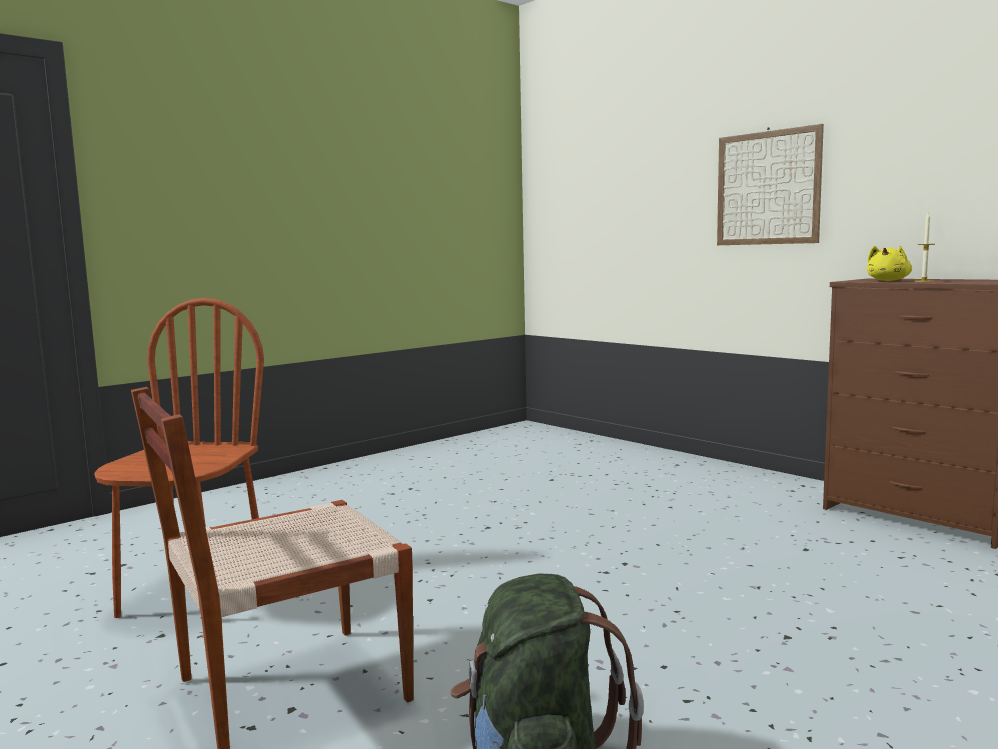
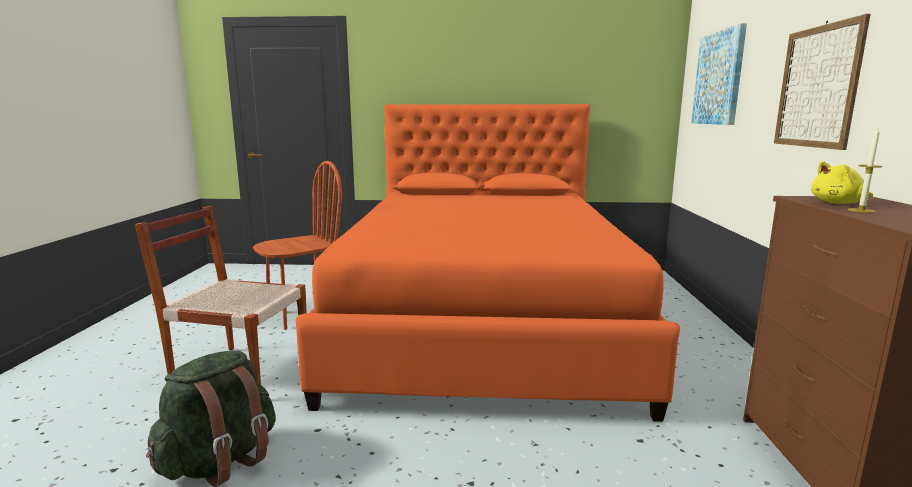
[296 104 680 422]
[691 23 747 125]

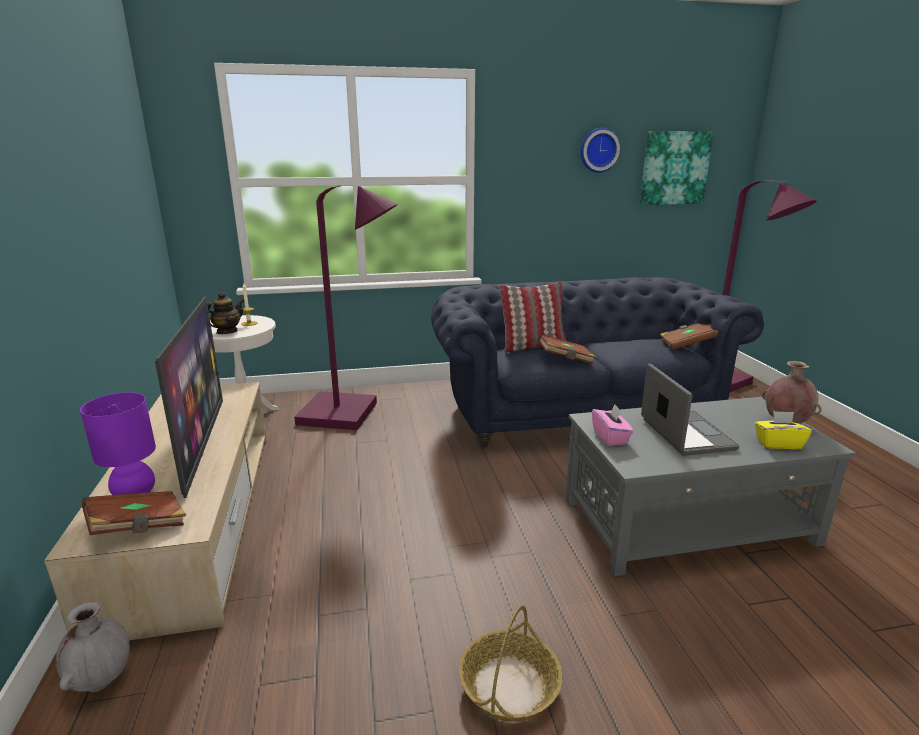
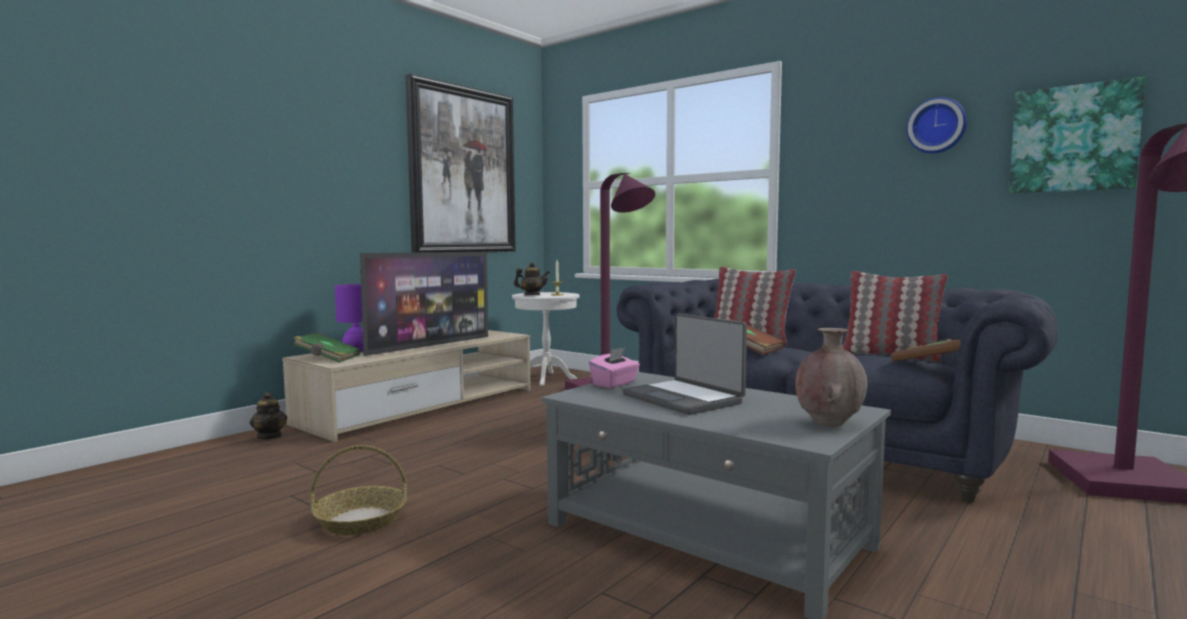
[250 392 287 439]
[293 333 361 363]
[406 74 516 252]
[622 313 747 415]
[843 271 948 362]
[755 411 812 449] (first image)

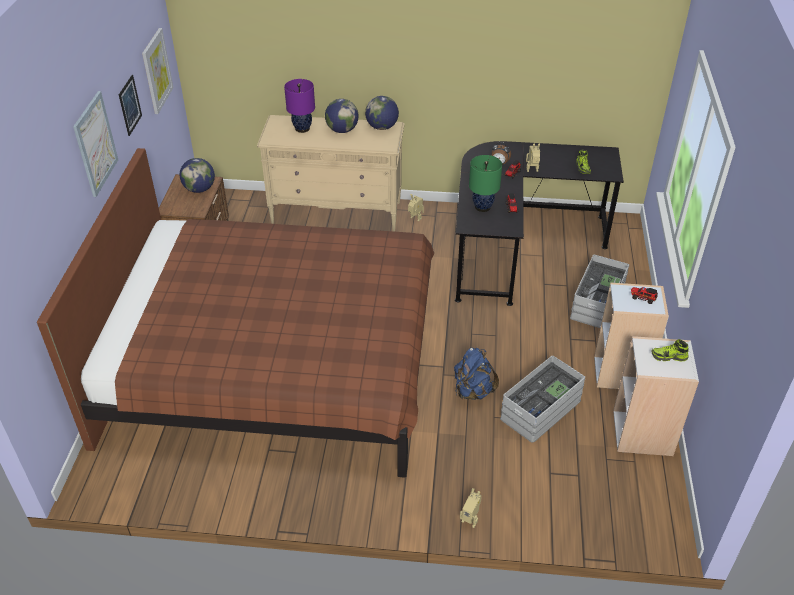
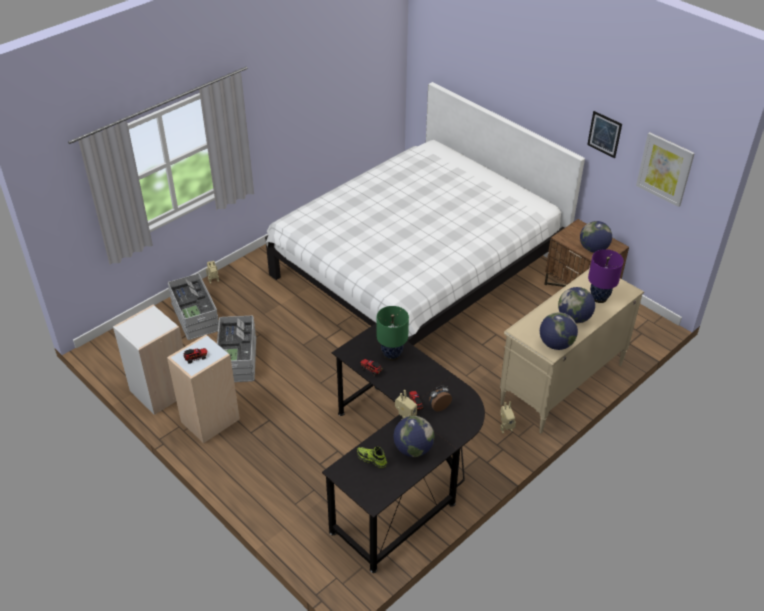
[168 274 219 340]
[265 82 585 345]
[394 416 434 457]
[73 91 118 197] (first image)
[454 348 499 400] (first image)
[651 339 689 361] (first image)

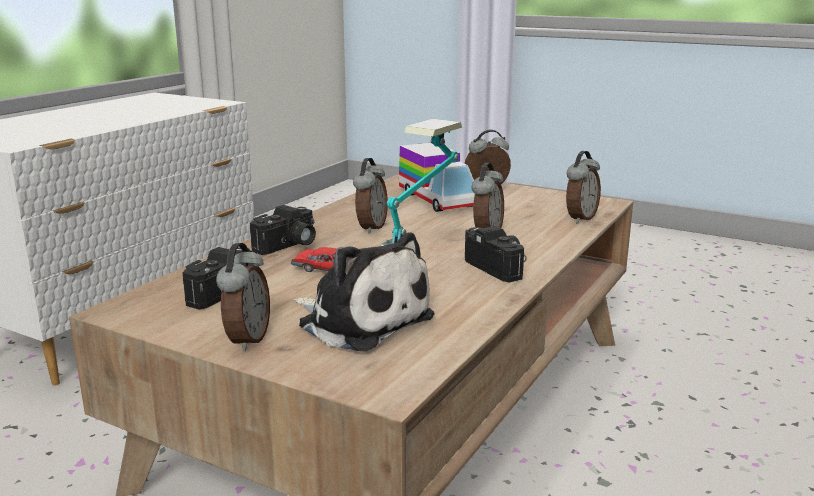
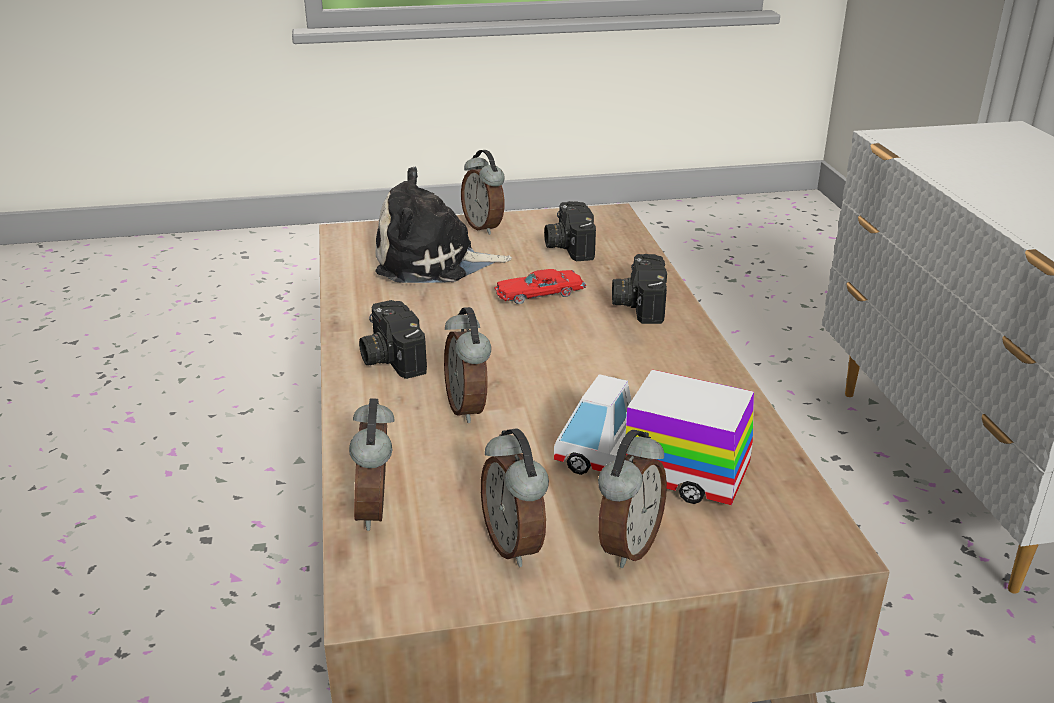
[359 300 427 379]
[481 429 549 567]
[380 119 462 246] (first image)

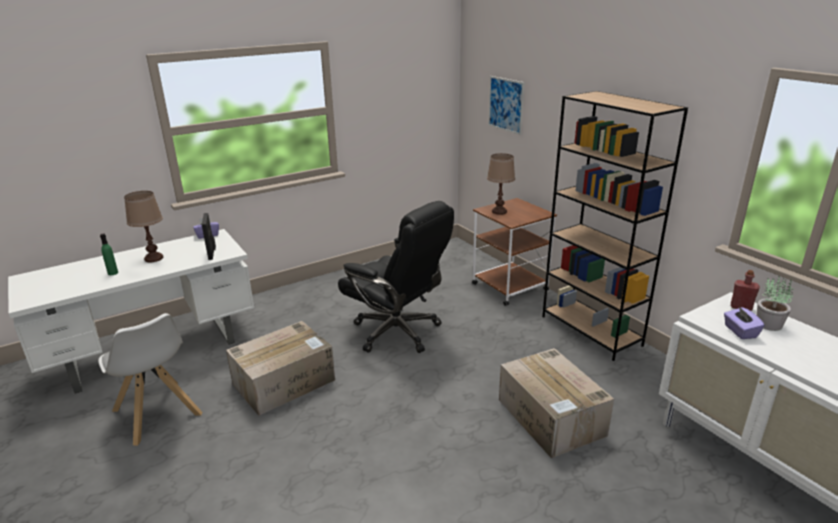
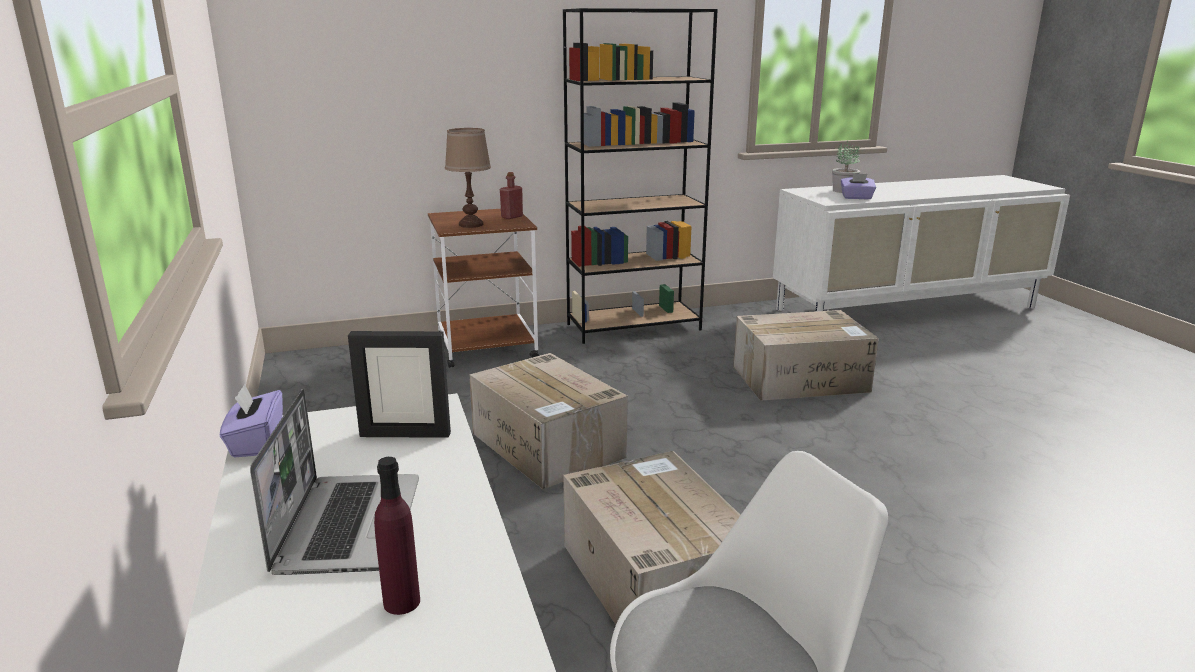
[250 389 419 575]
[374 457 420 615]
[469 353 628 489]
[500 172 523 219]
[488 76 525 135] (first image)

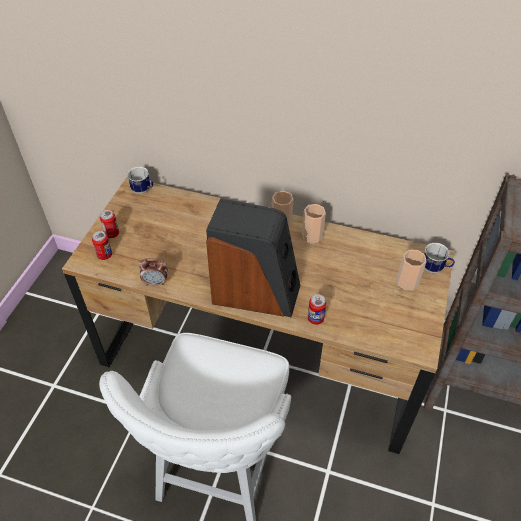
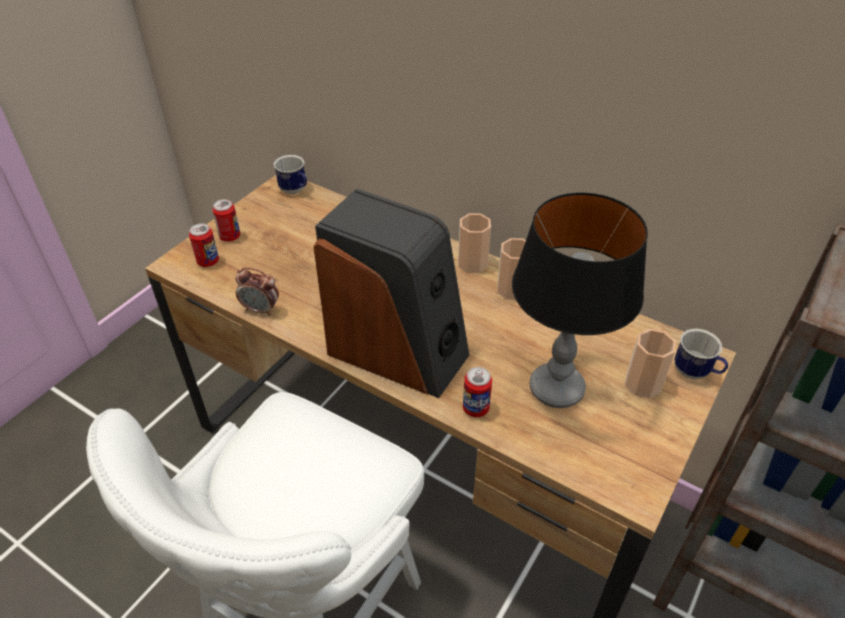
[512 193 648 408]

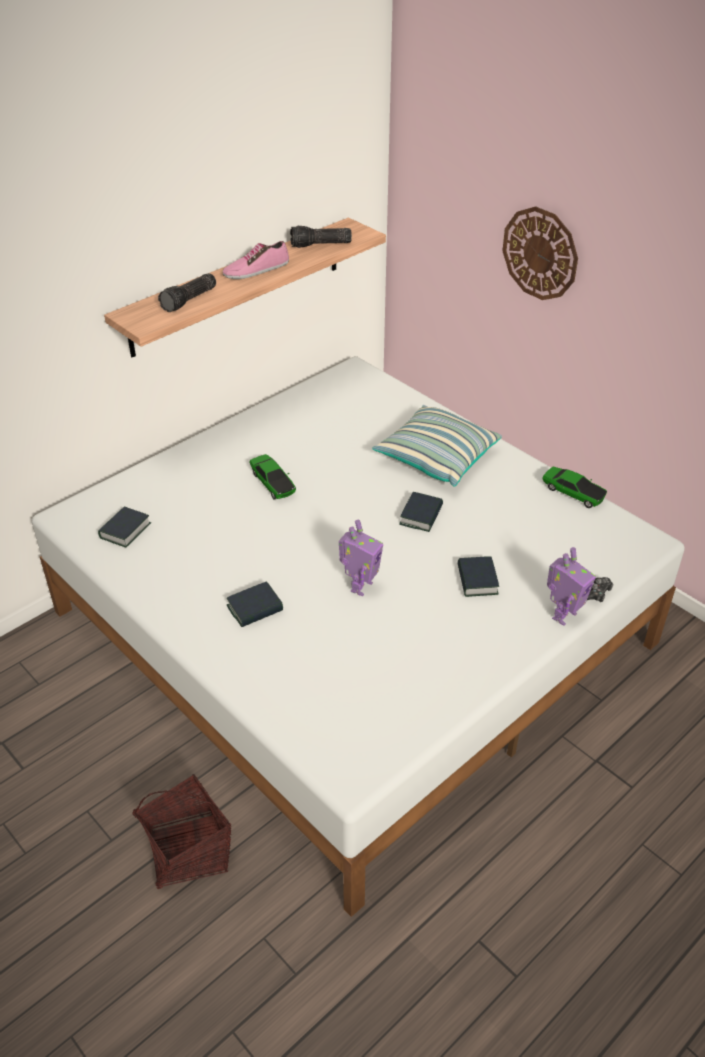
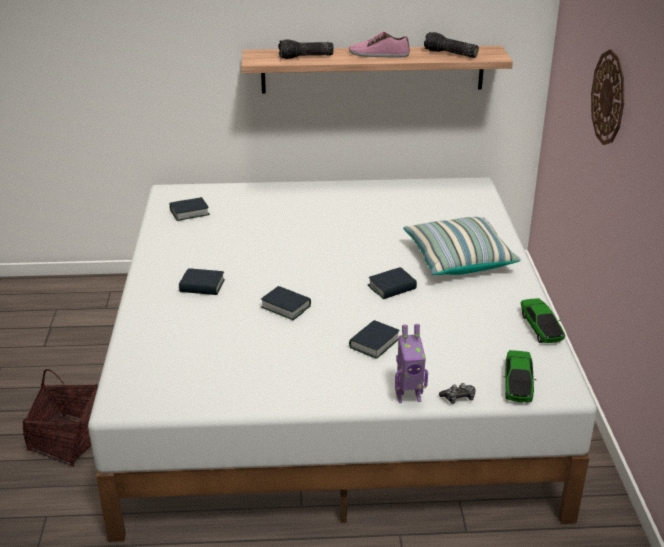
[261 286 311 320]
[504 350 537 402]

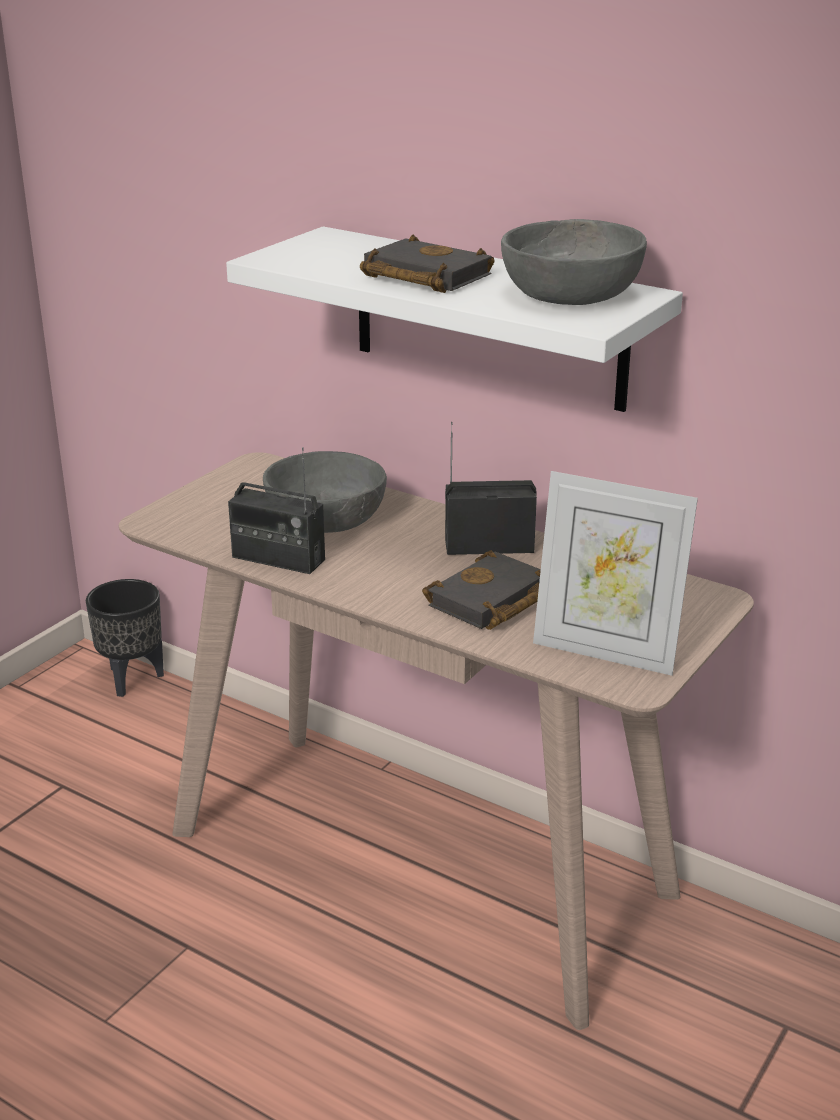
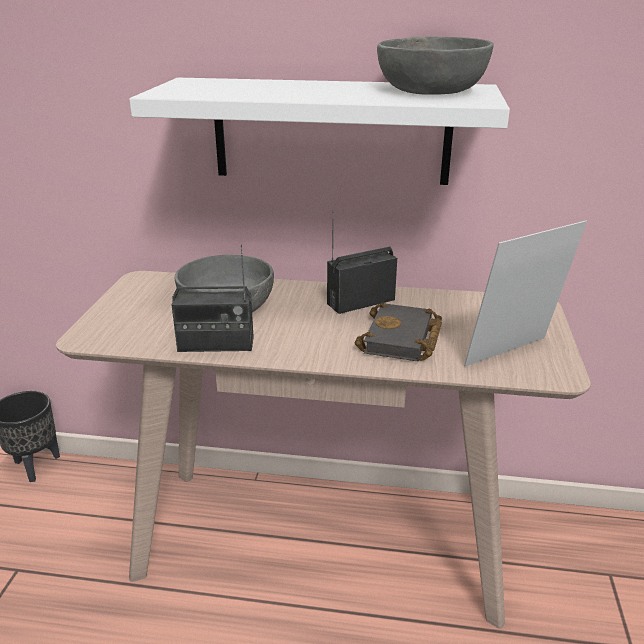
[464 220 587 367]
[360 235 494 293] (first image)

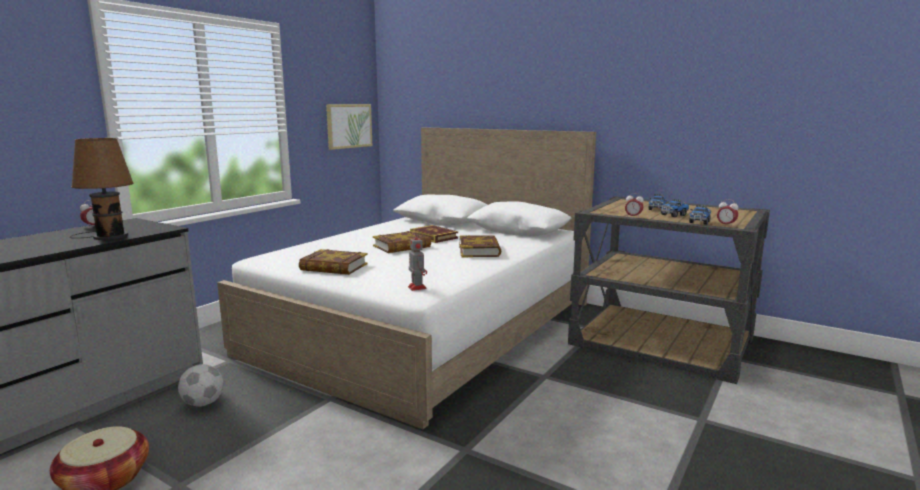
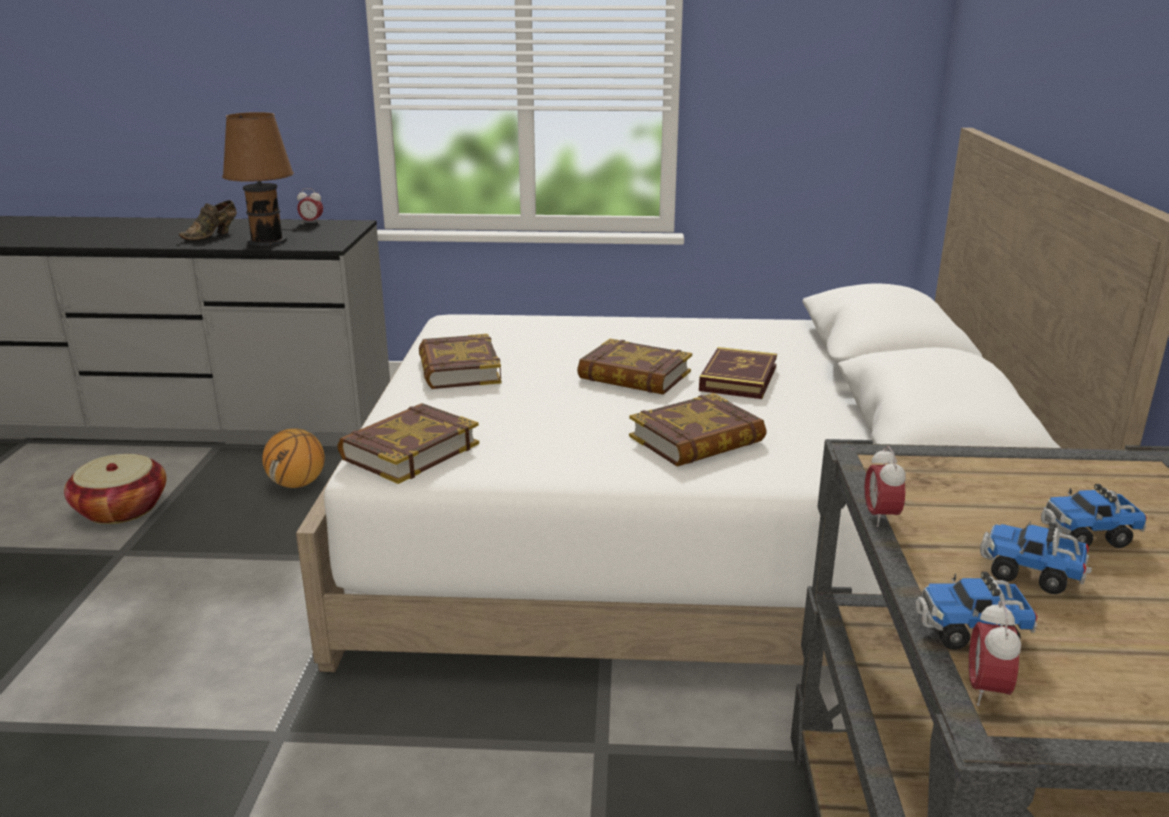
[179 200 237 240]
[262 428 325 488]
[337 403 479 484]
[326 104 372 150] (first image)

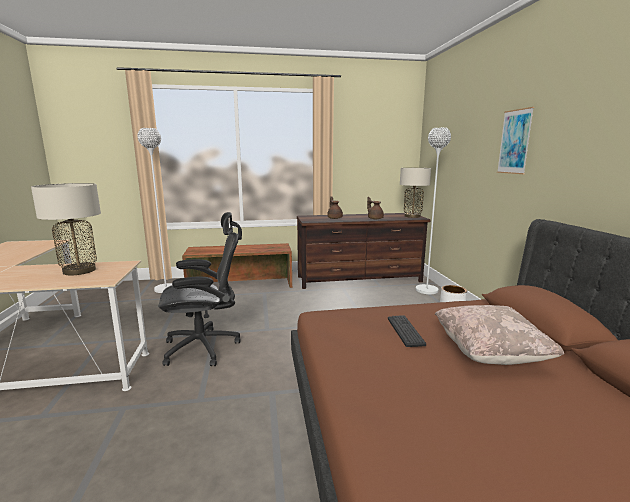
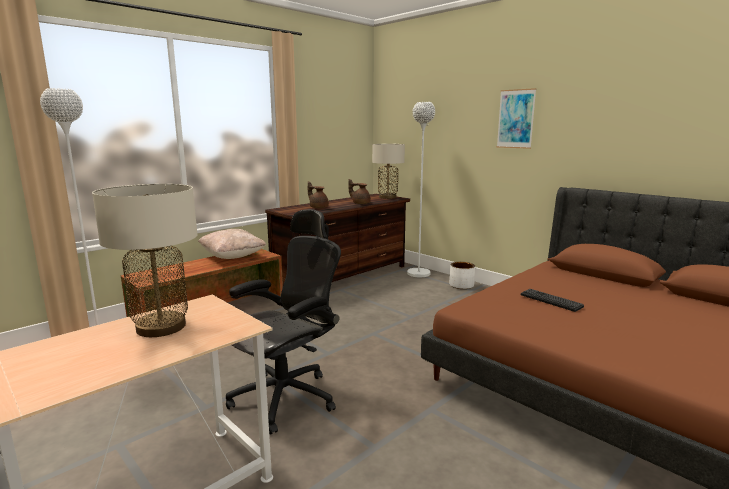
[198 229 266 259]

